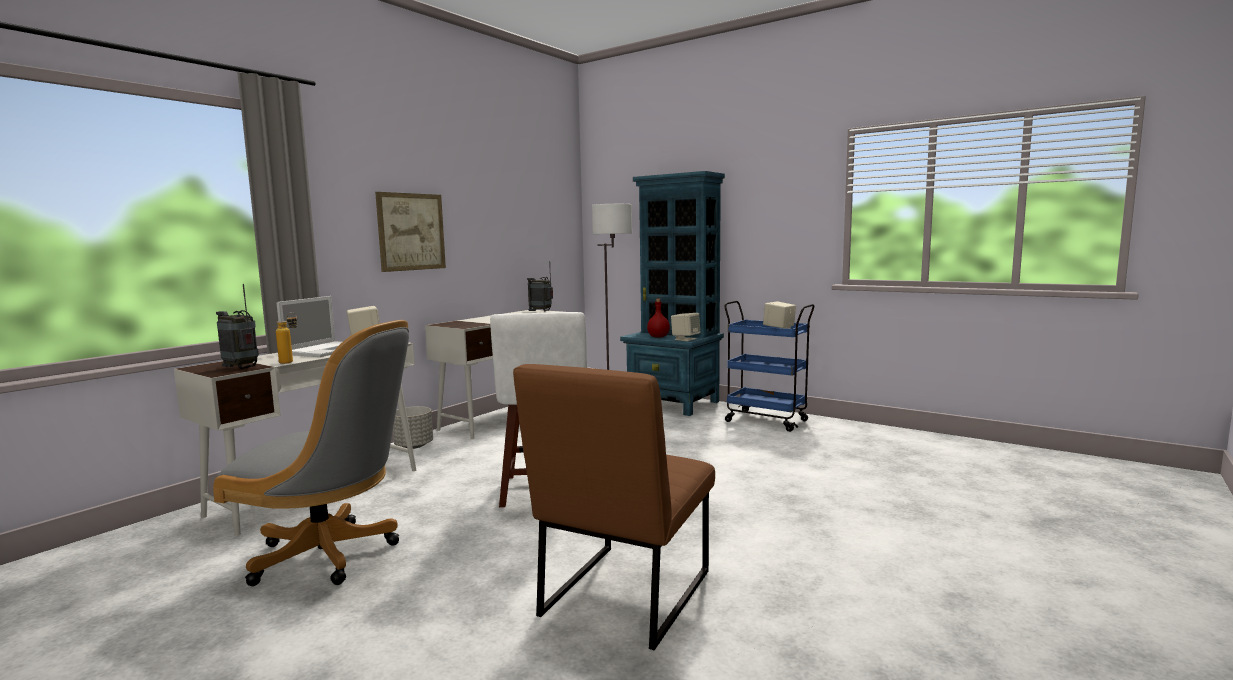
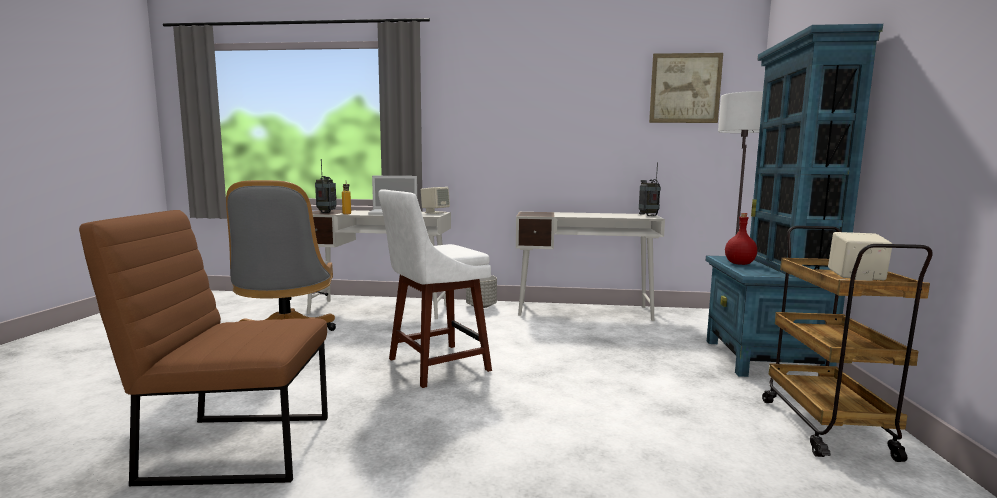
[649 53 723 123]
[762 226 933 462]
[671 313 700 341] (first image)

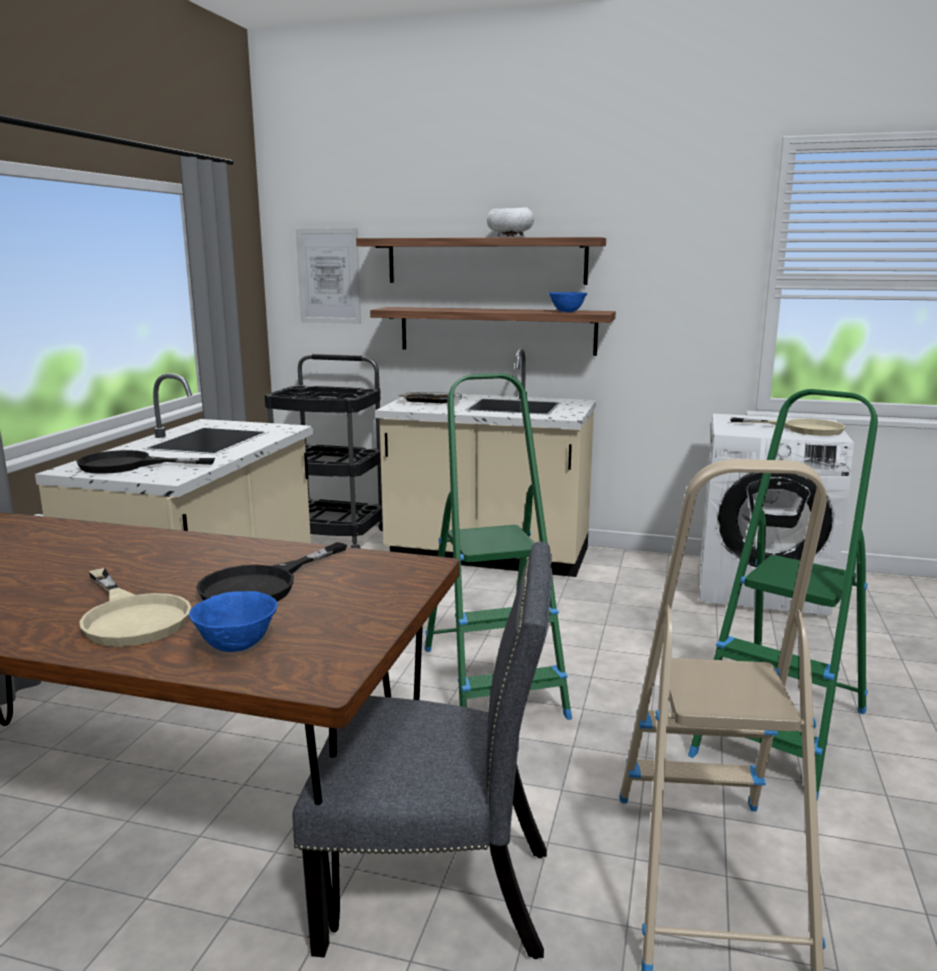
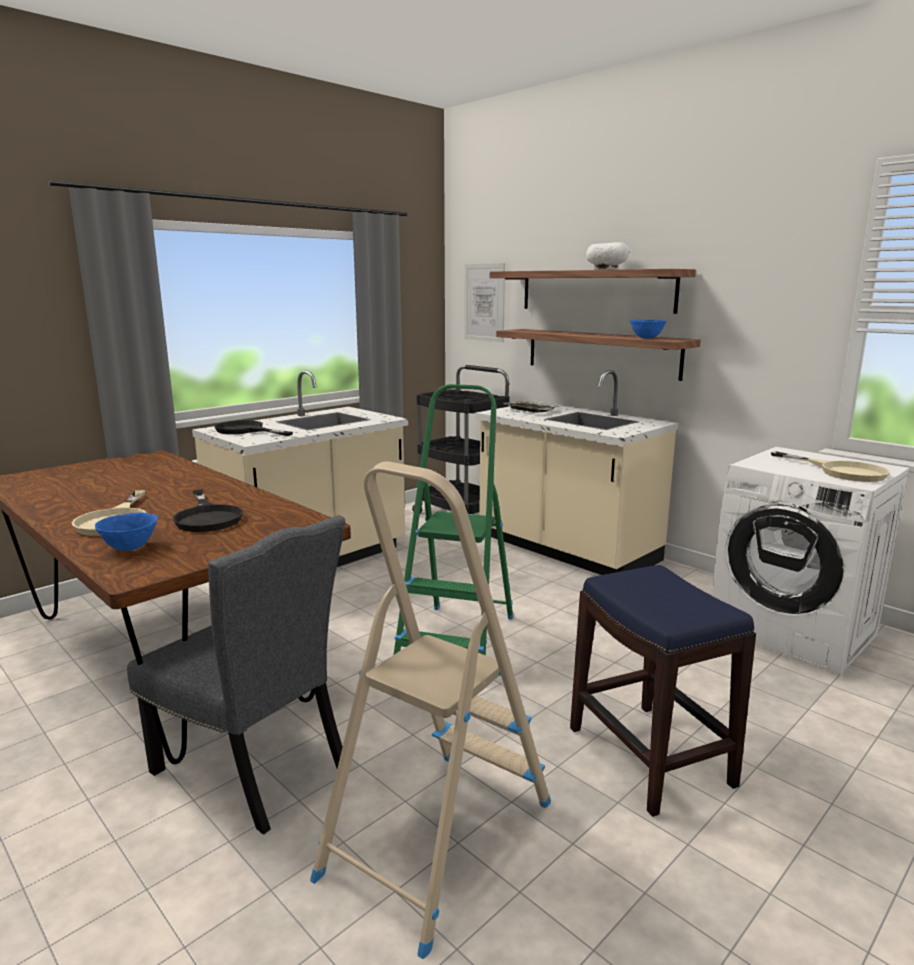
[173 489 243 532]
[570 565 756 817]

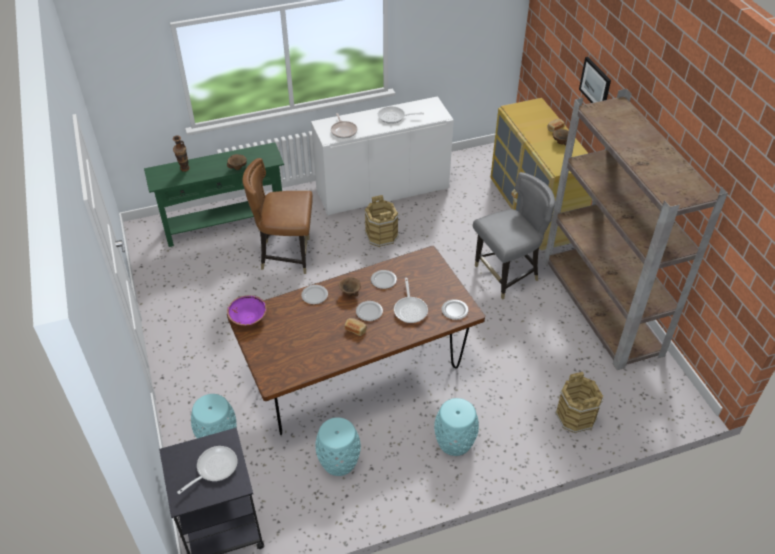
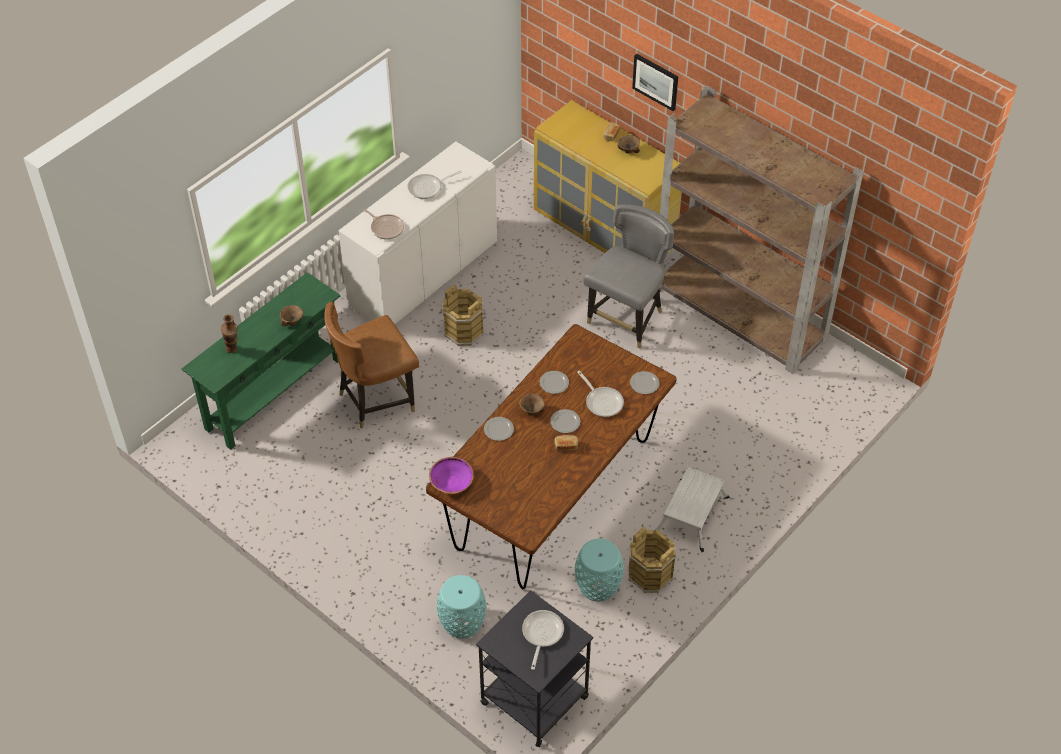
[628 527 676 593]
[655 467 730 552]

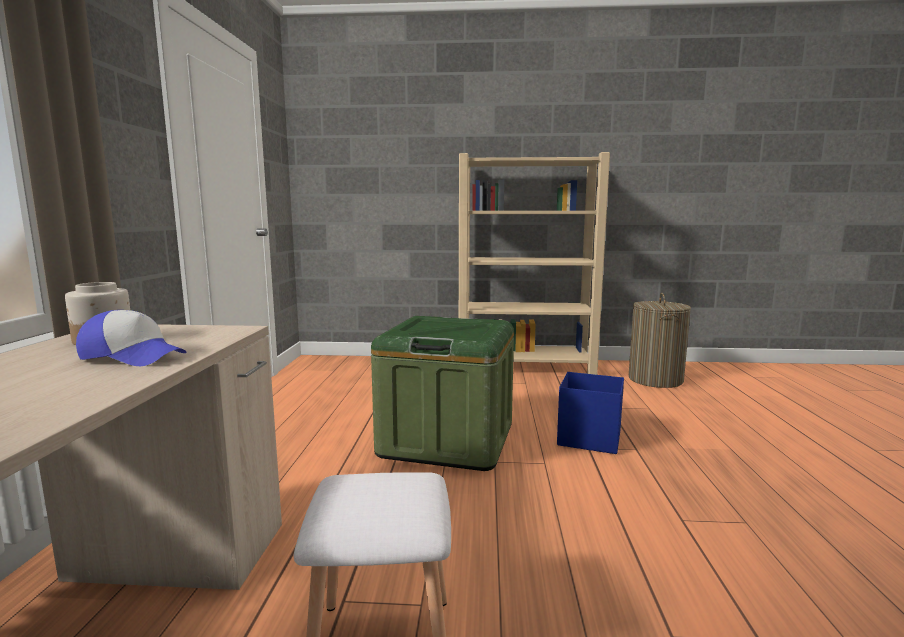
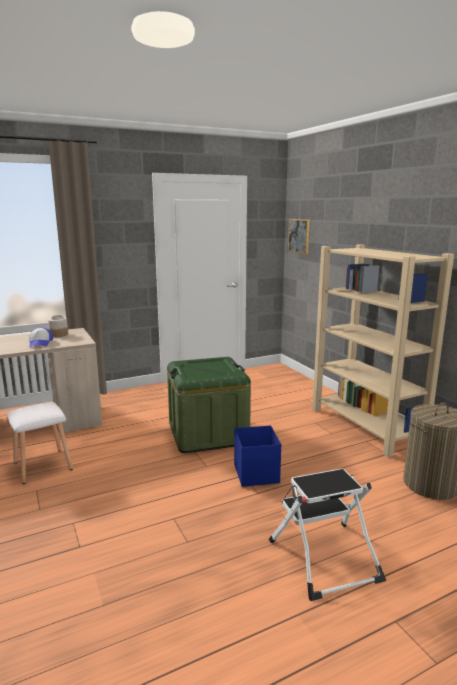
[269 469 386 601]
[288 219 310 254]

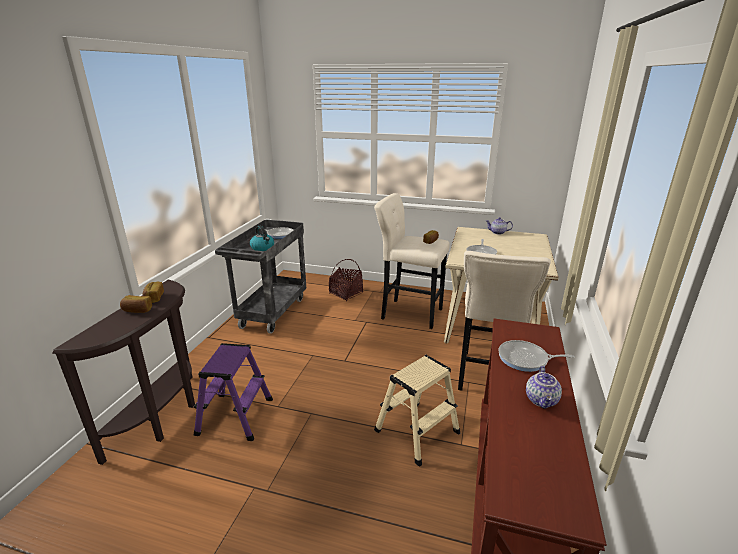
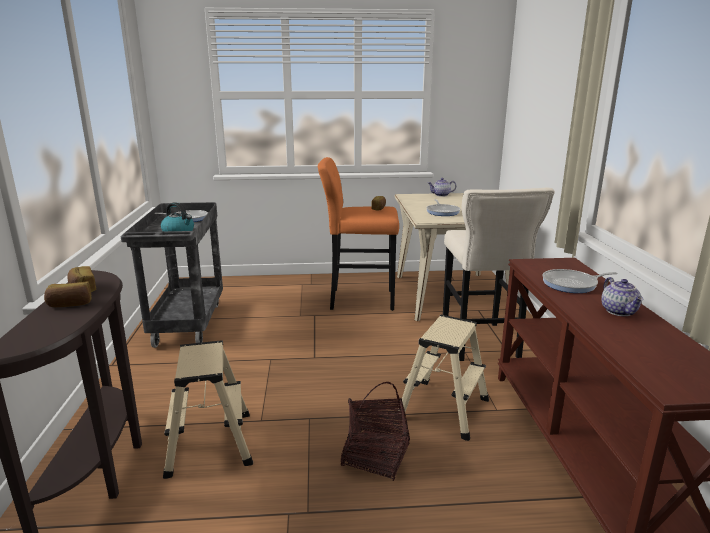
[163 340 253 479]
[318 157 399 311]
[341 382 410 481]

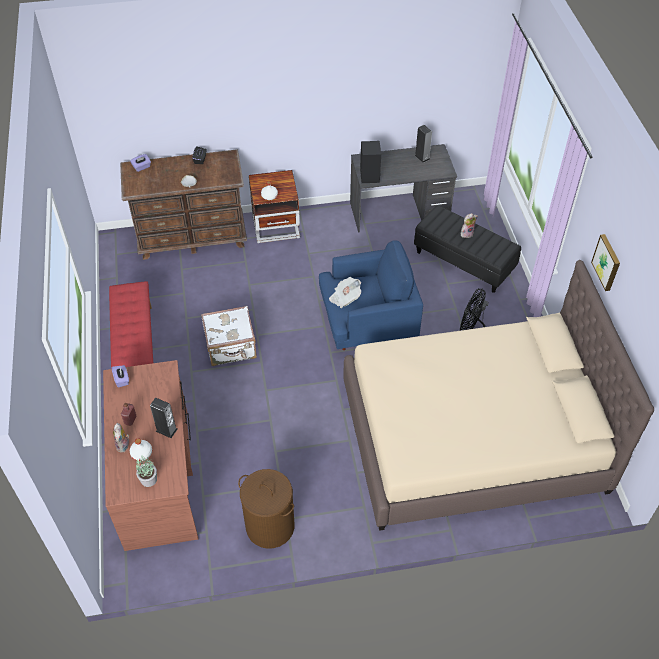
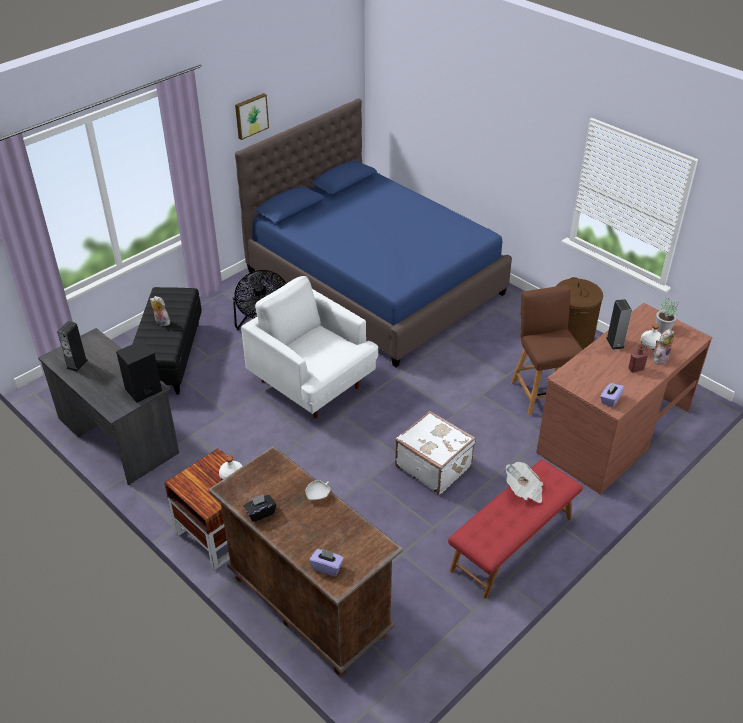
[235 98 512 367]
[241 276 378 418]
[506 462 543 503]
[511 285 583 415]

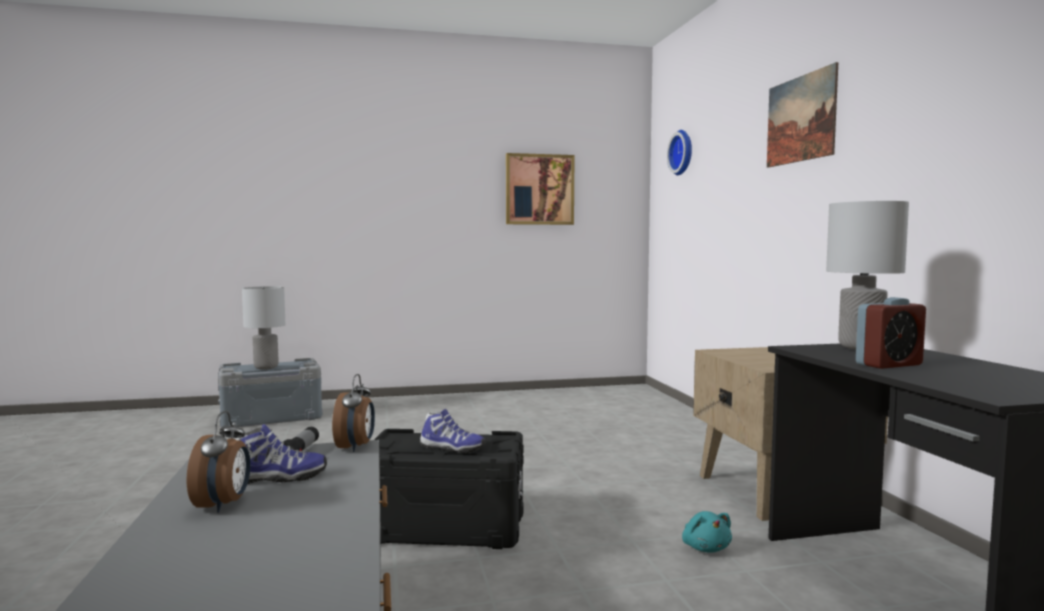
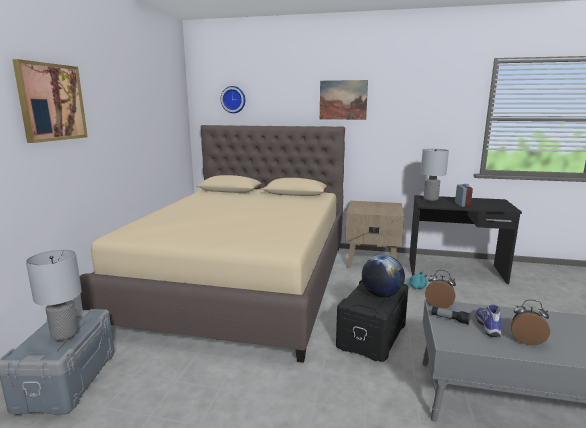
[12 59 88 143]
[80 125 345 363]
[362 255 405 297]

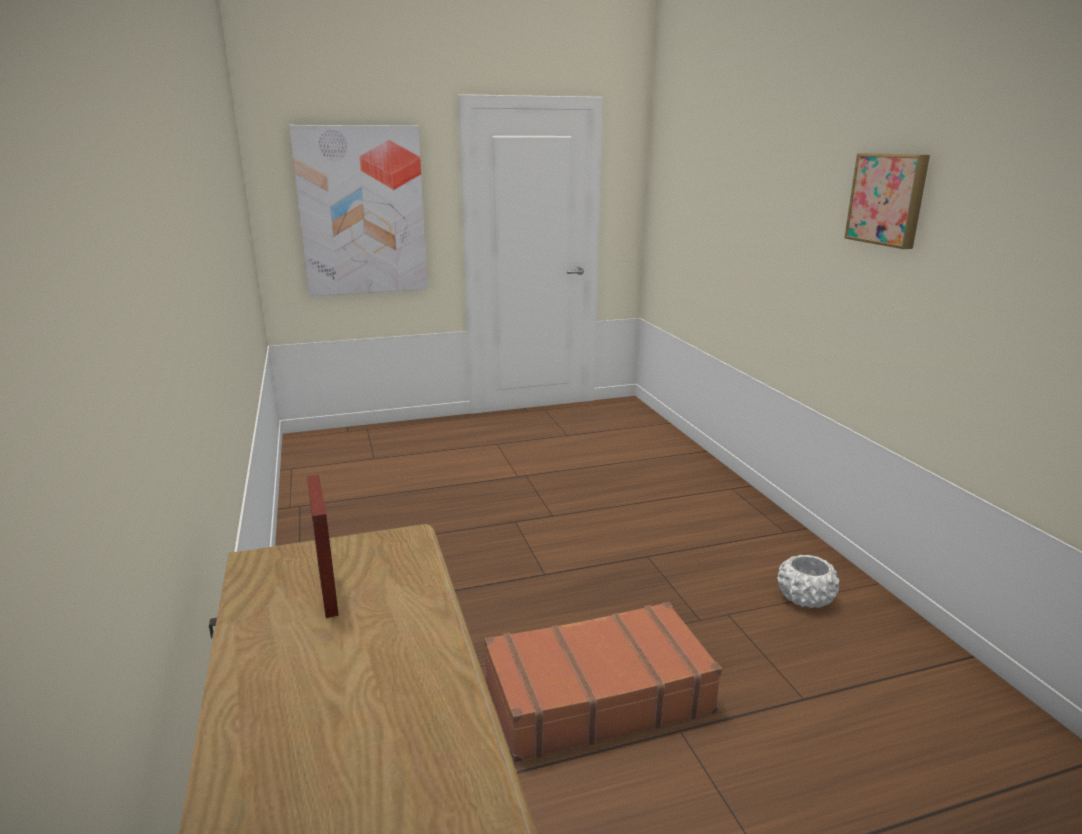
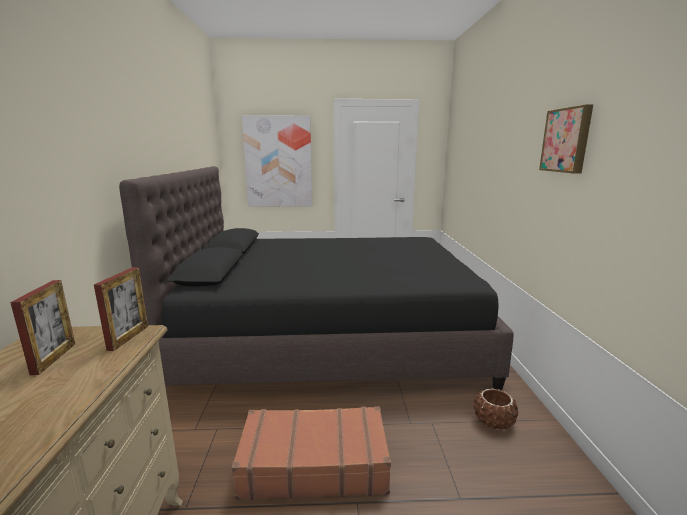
[94 267 148 351]
[119 166 514 391]
[473 388 518 430]

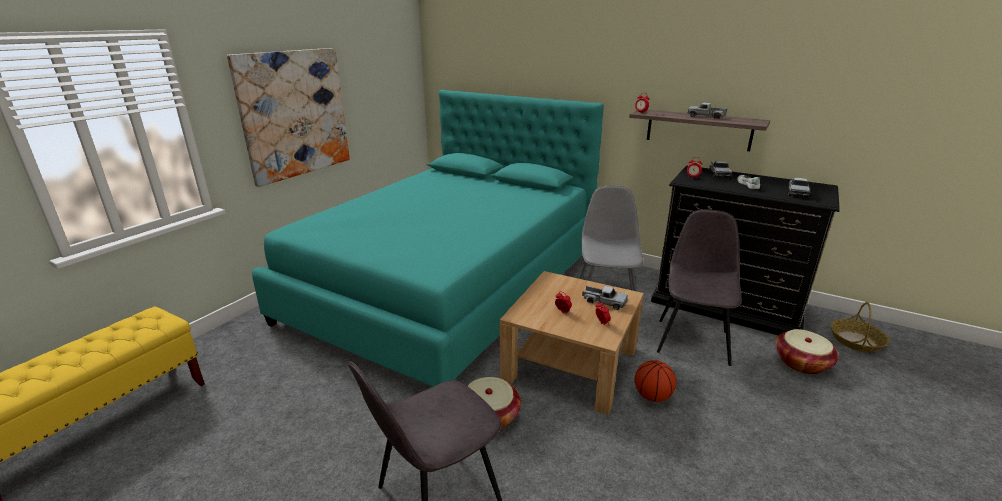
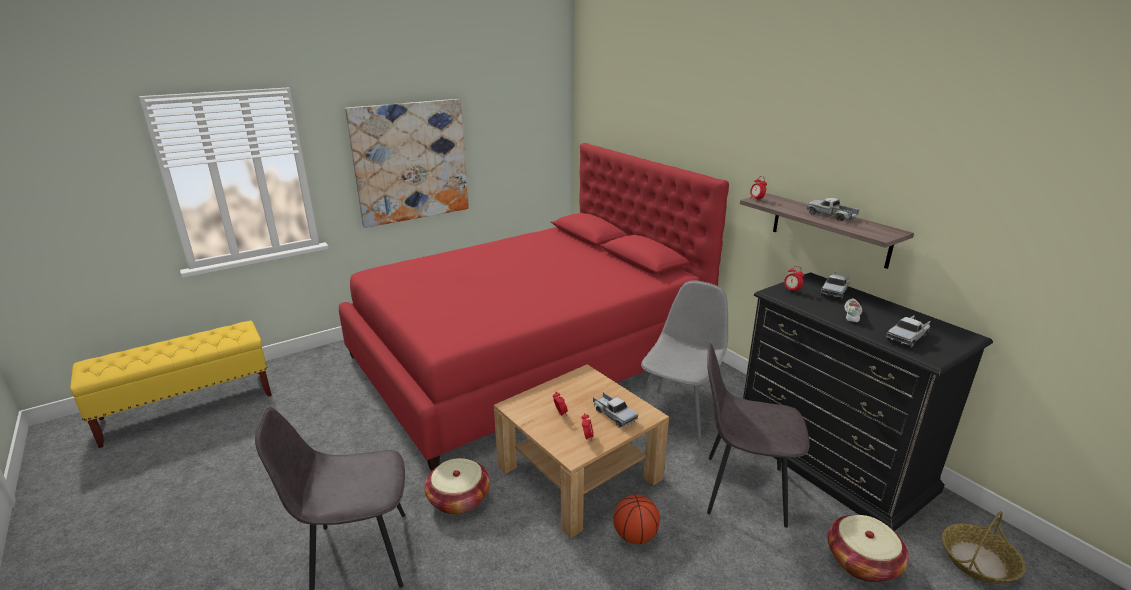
[339 143 729 471]
[707 343 810 528]

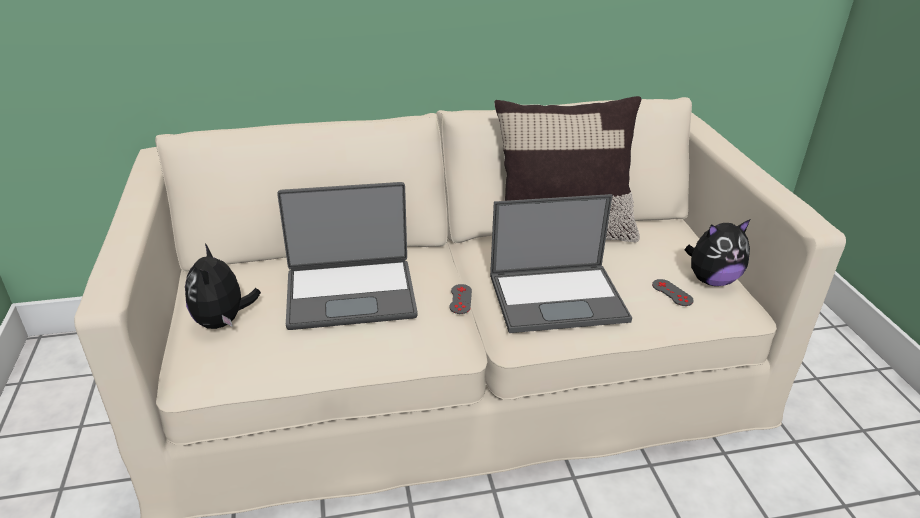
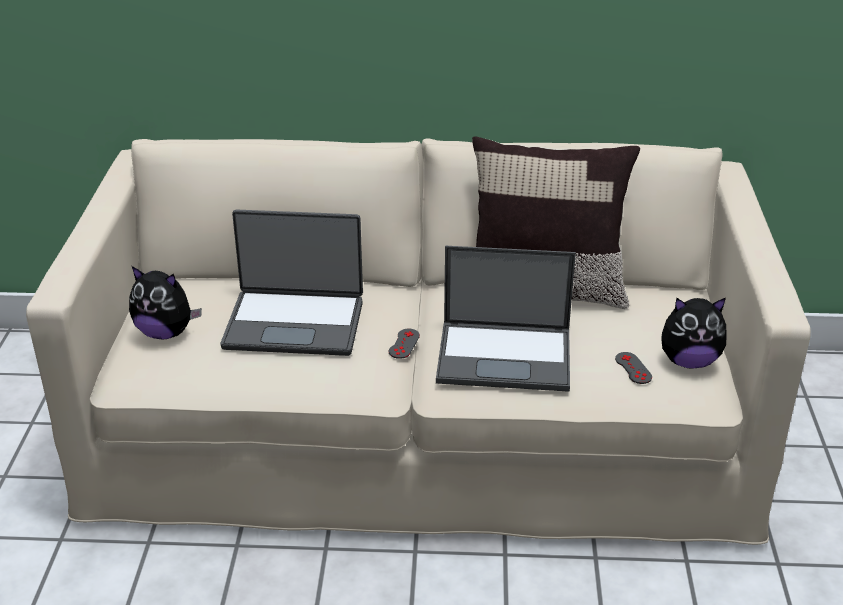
[129 266 202 340]

